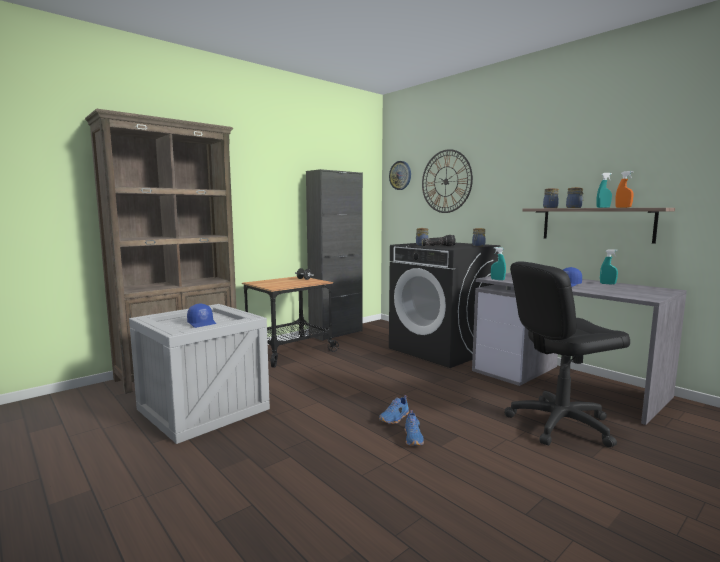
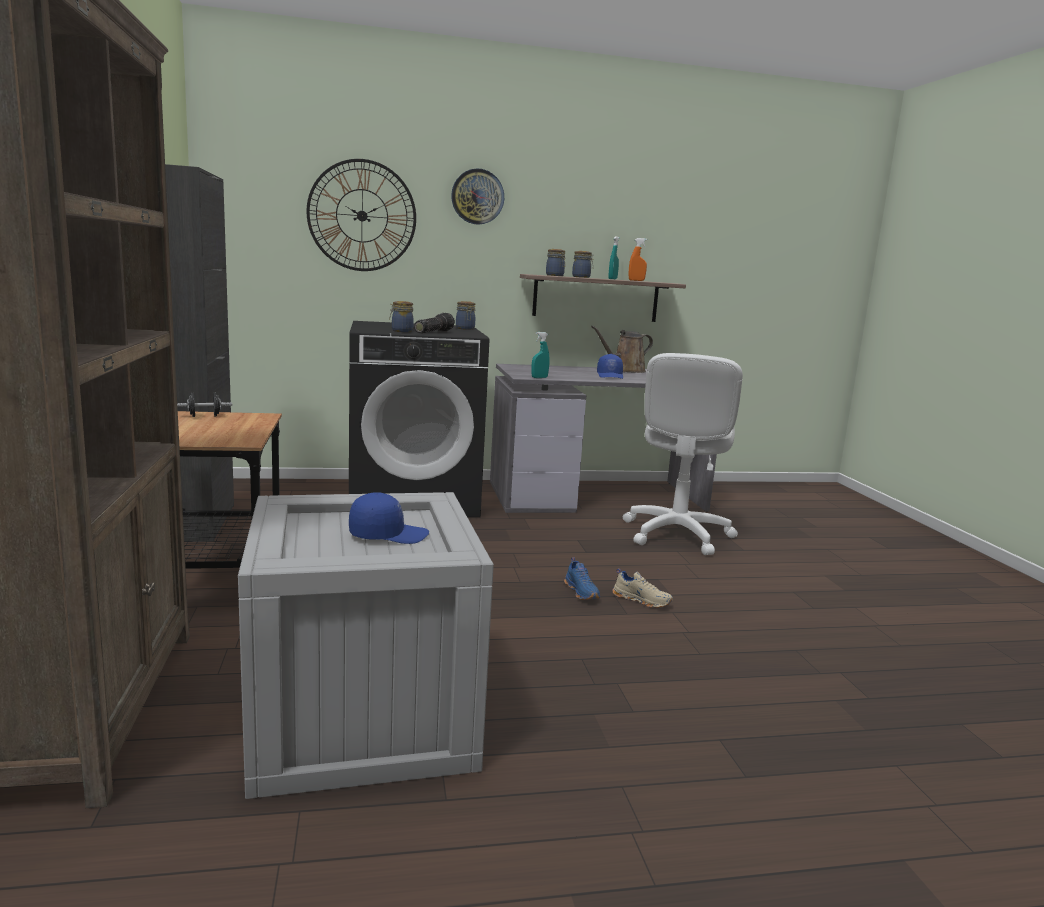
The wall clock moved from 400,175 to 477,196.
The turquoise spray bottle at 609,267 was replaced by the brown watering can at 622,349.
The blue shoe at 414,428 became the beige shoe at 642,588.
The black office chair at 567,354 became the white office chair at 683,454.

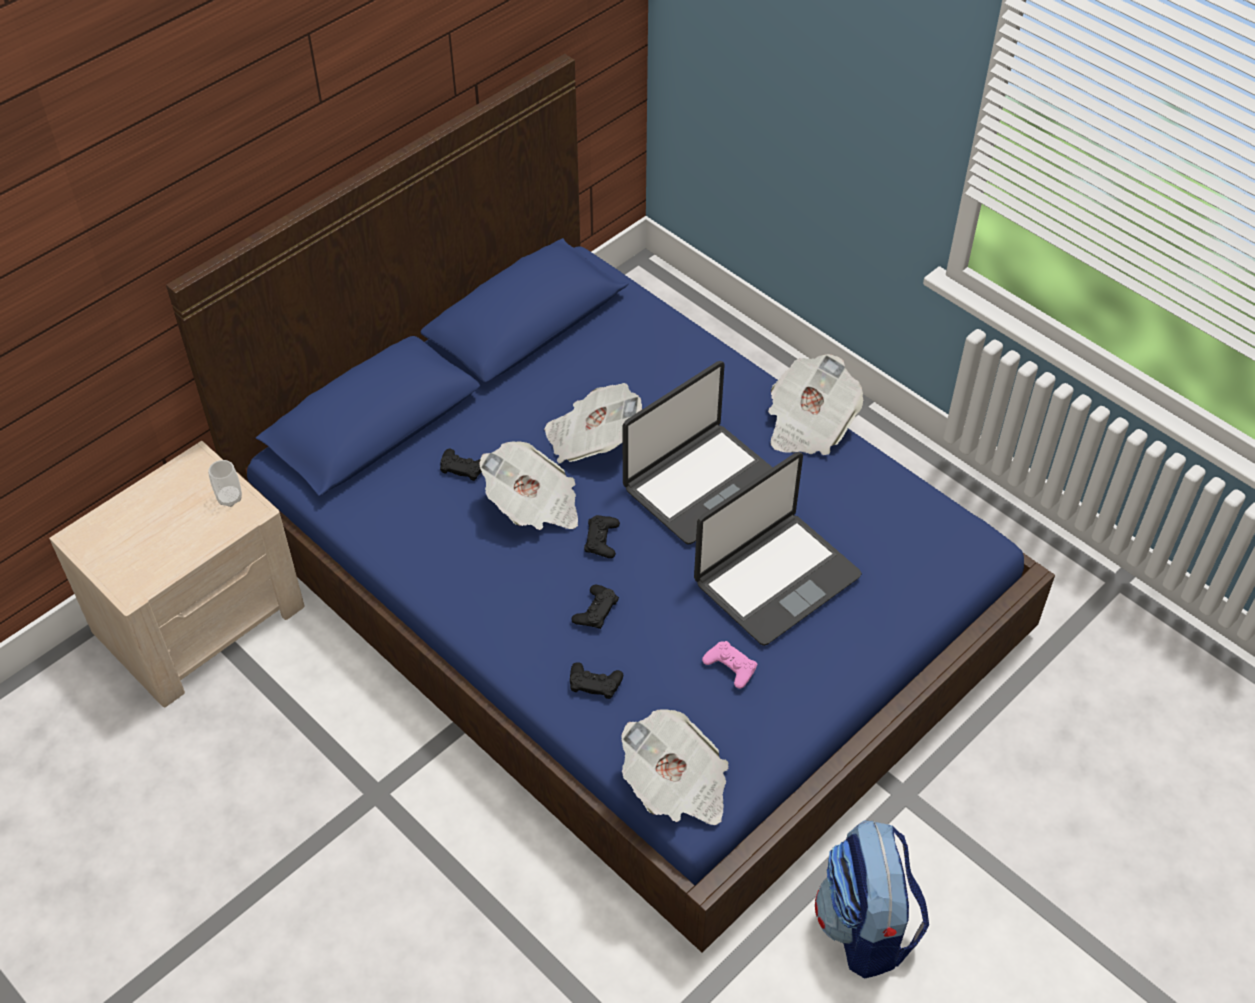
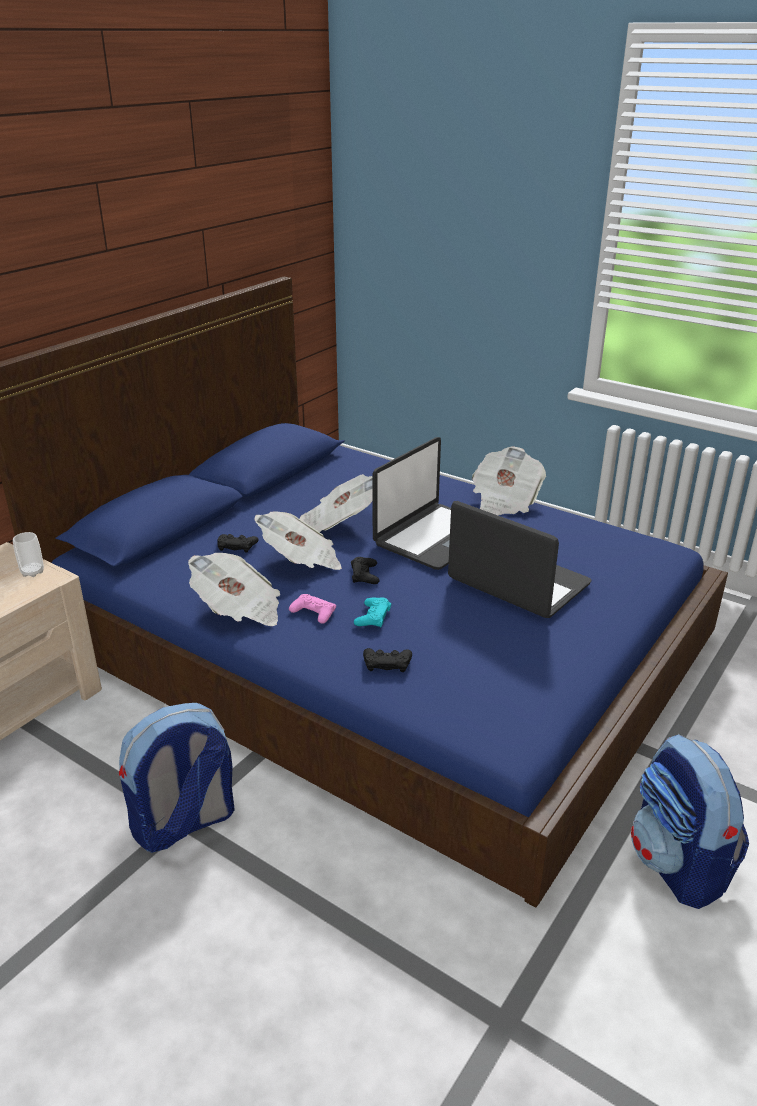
The backpack at 177,778 appeared.
The newspaper moved from 675,767 to 234,589.
The pink game controller moved from 730,665 to 312,609.
The black game controller at 595,607 became the turquoise game controller at 373,612.
The laptop at 778,549 turned 90 degrees counterclockwise.

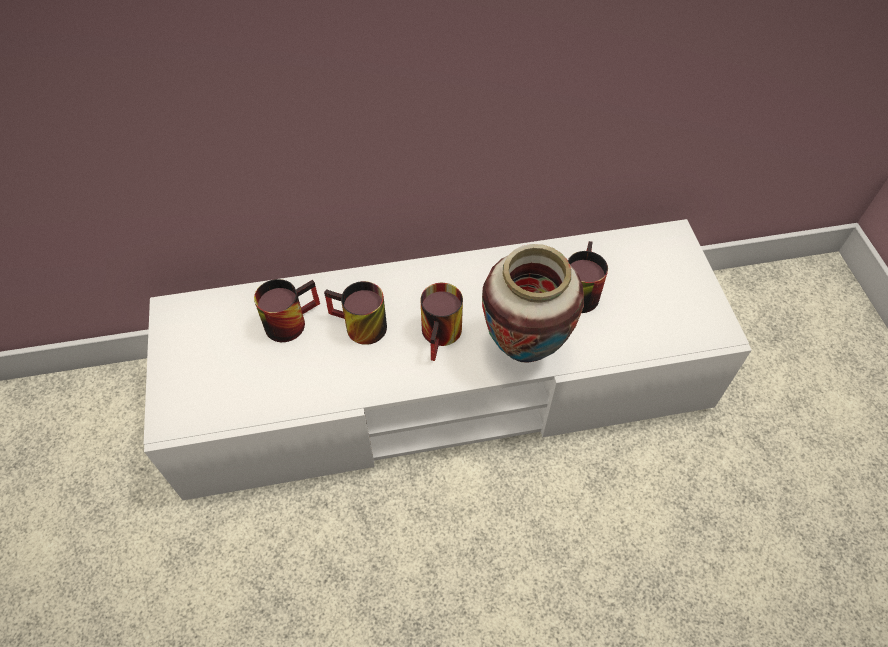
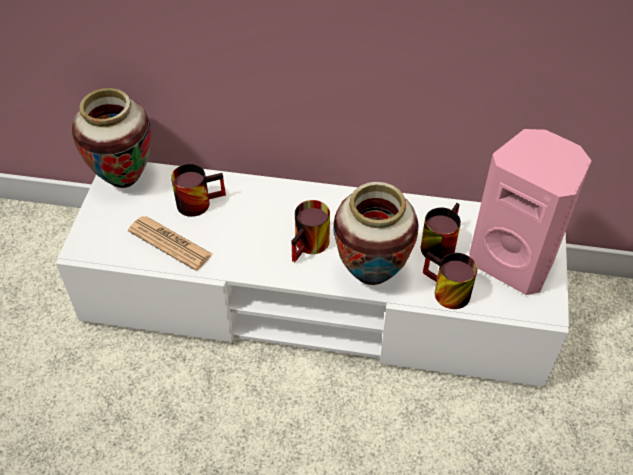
The vase at 111,138 appeared.
The newspaper at 170,243 appeared.
The pink speaker at 530,212 appeared.
The mug moved from 355,313 to 450,280.

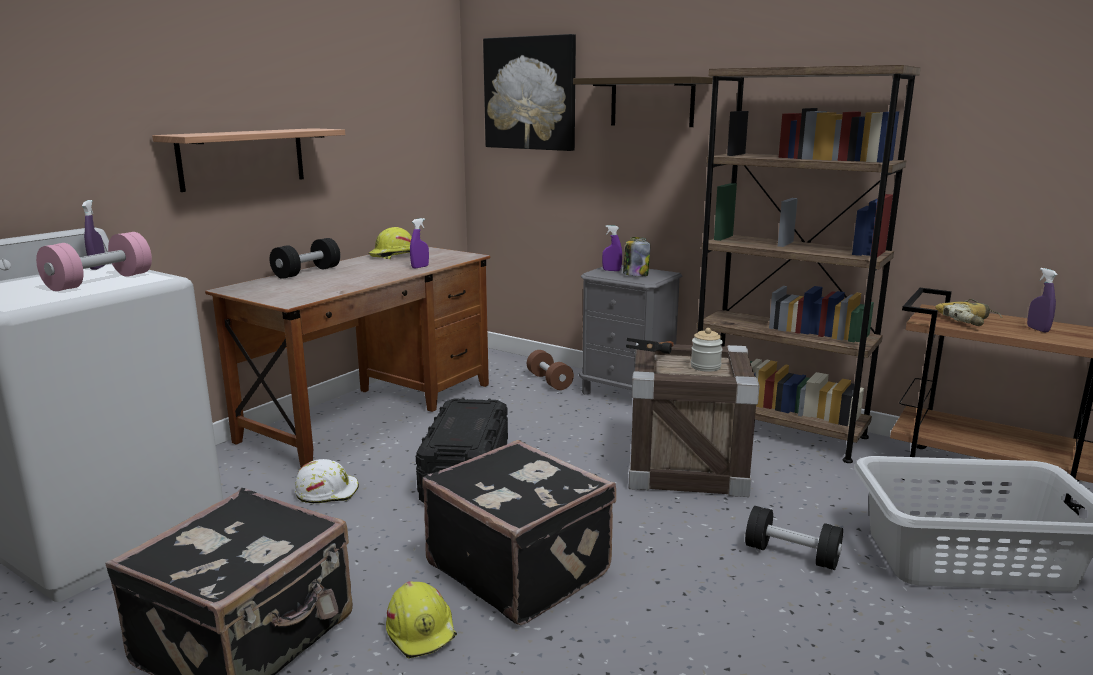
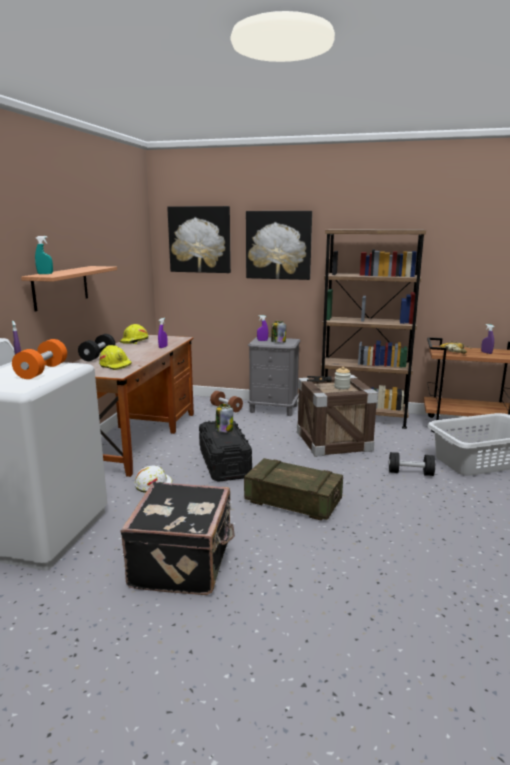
The turquoise spray bottle at 44,255 appeared.
The jar at 224,418 appeared.
The yellow hard hat moved from 421,620 to 115,357.
The black suitcase at 519,532 was replaced by the crate at 293,489.
The shelf at 643,101 was replaced by the picture at 279,245.
The pink dumbbell at 94,261 became the orange dumbbell at 39,359.

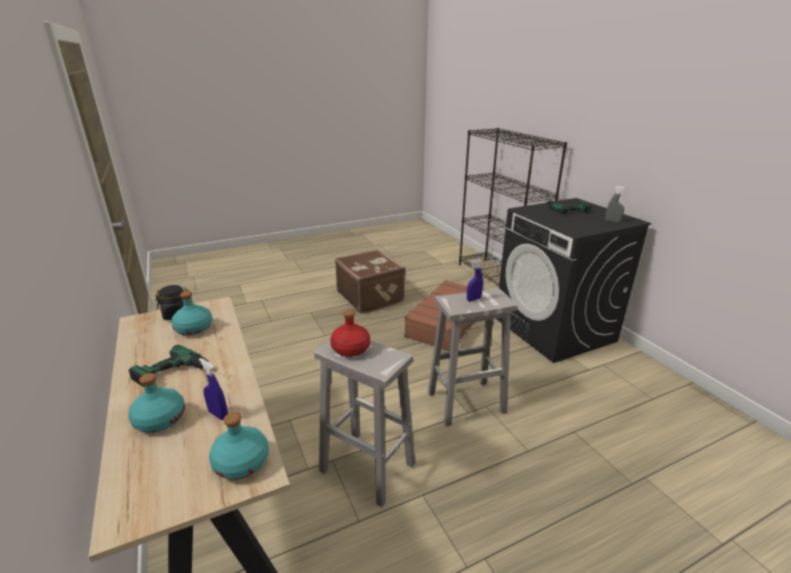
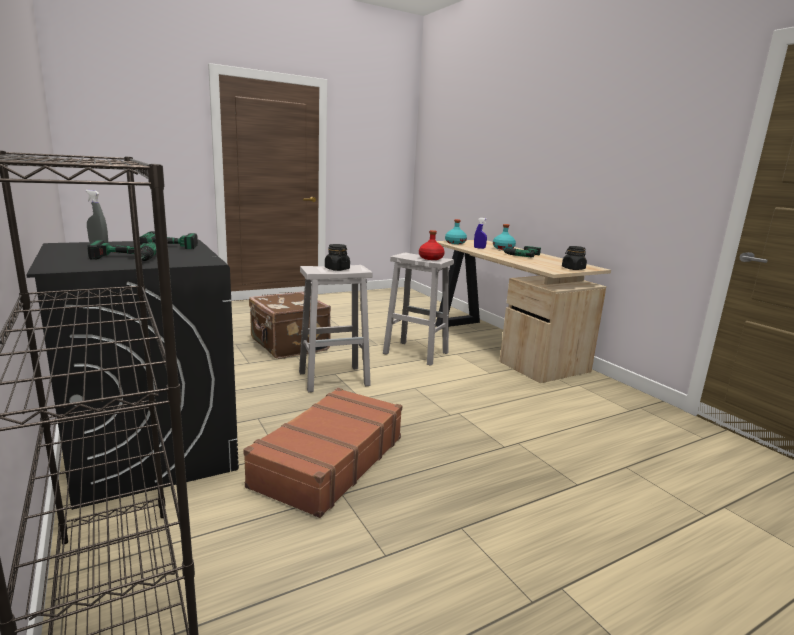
The turquoise bottle at 191,313 disappeared.
The power drill at 169,240 appeared.
The brown suitcase moved from 370,281 to 290,325.
The blue spray bottle at 475,280 was replaced by the black jar at 337,257.

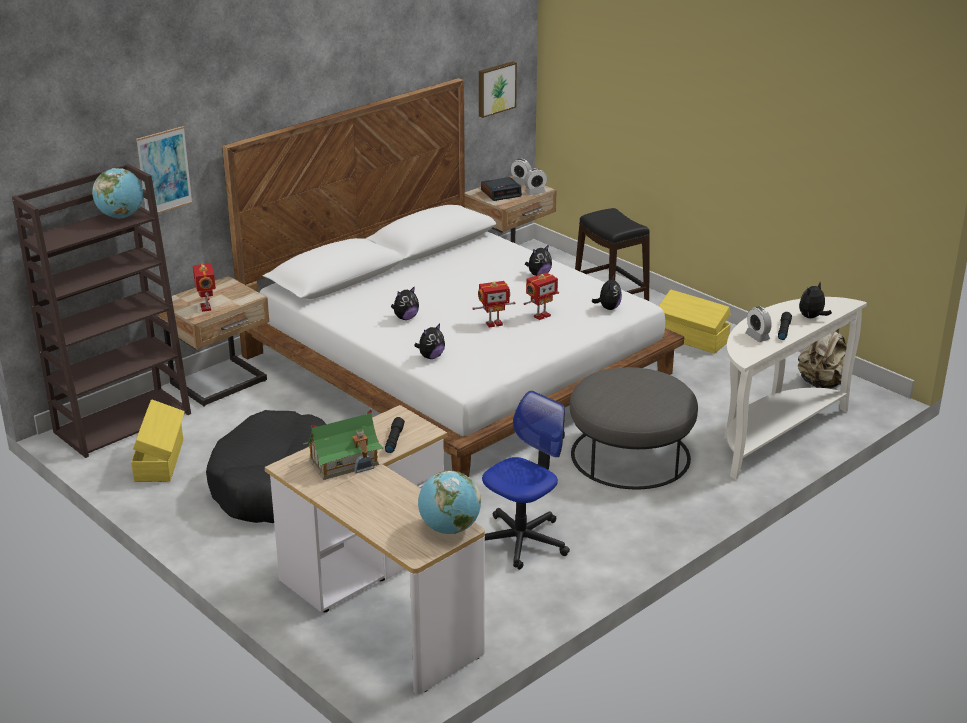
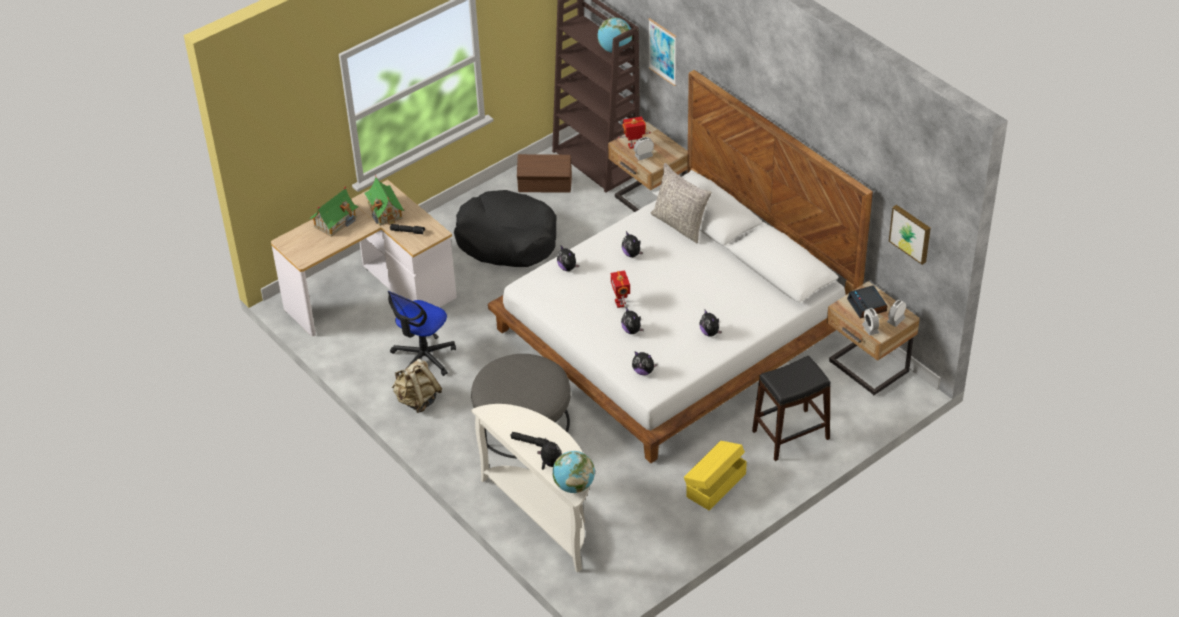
The toy house at 333,212 appeared.
The grey pillow at 681,203 appeared.
The globe moved from 449,502 to 574,472.
The alarm clock moved from 758,324 to 644,149.
The beige backpack moved from 822,359 to 417,386.
The toy robot at 541,296 was replaced by the plush toy at 632,320.
The yellow storage box at 158,440 became the brown storage box at 544,173.
The office chair at 526,480 turned 75 degrees clockwise.

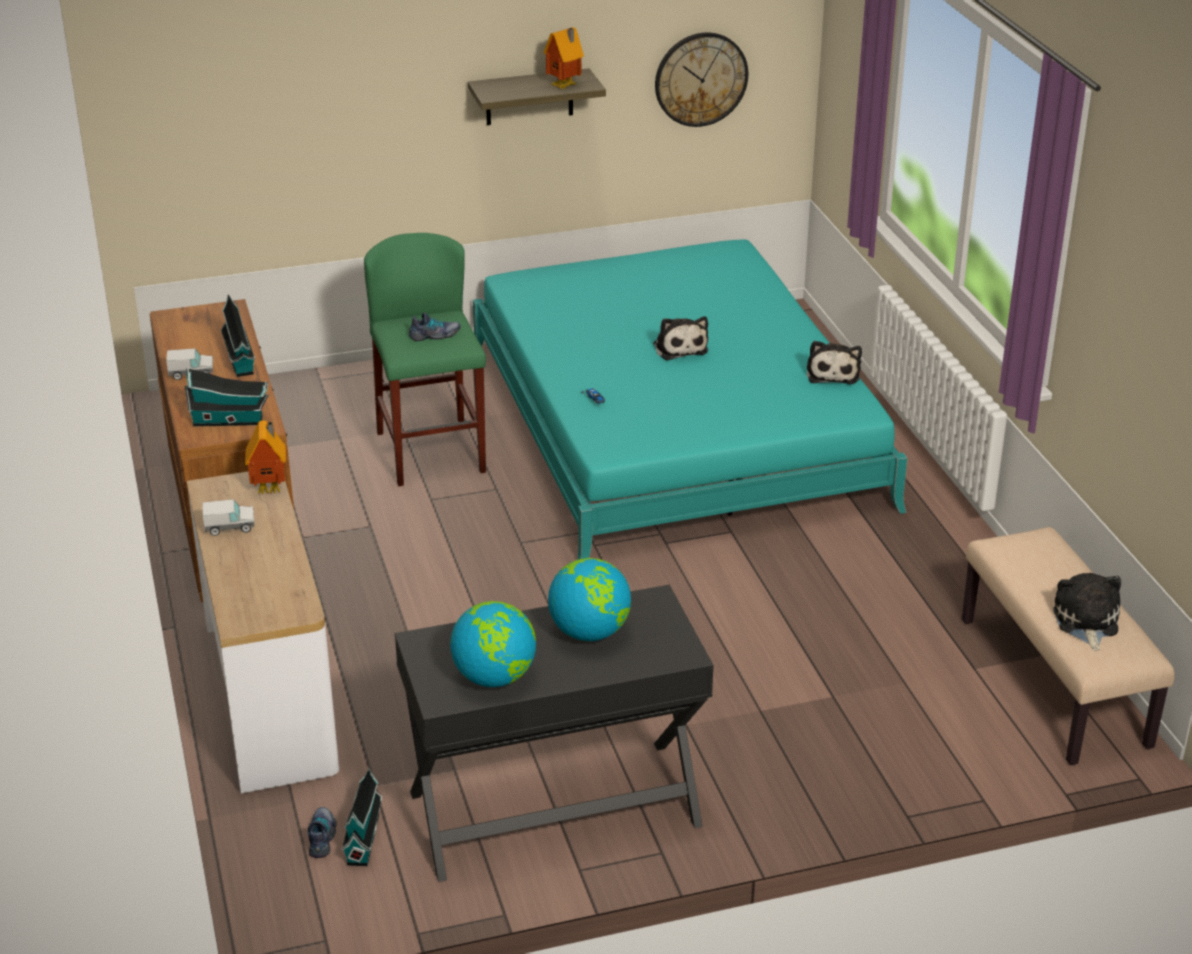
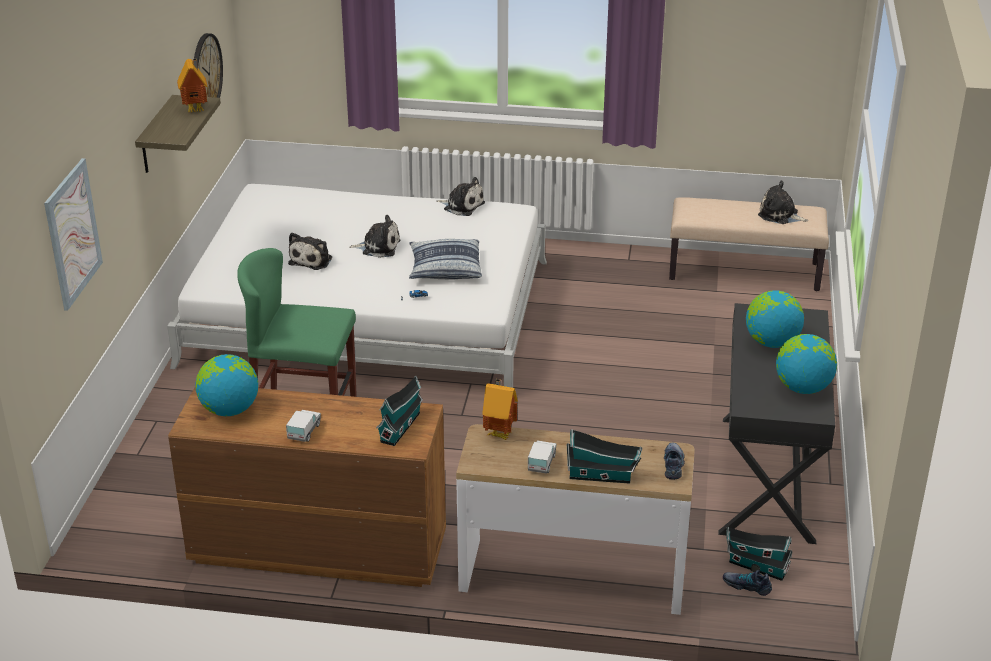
The picture at 73,234 appeared.
The globe at 226,385 appeared.
The plush toy at 310,251 appeared.
The pillow at 445,259 appeared.
The toy house moved from 238,335 to 604,456.
The shoe moved from 435,326 to 674,461.
The turquoise bed at 690,399 became the white bed at 357,286.

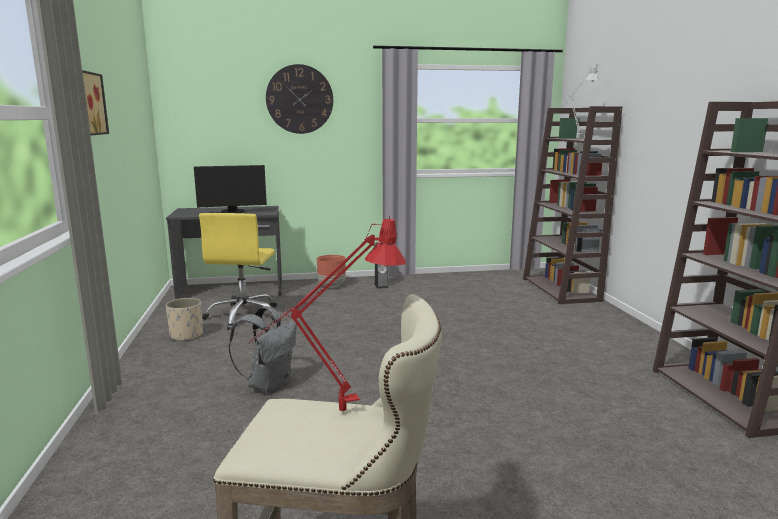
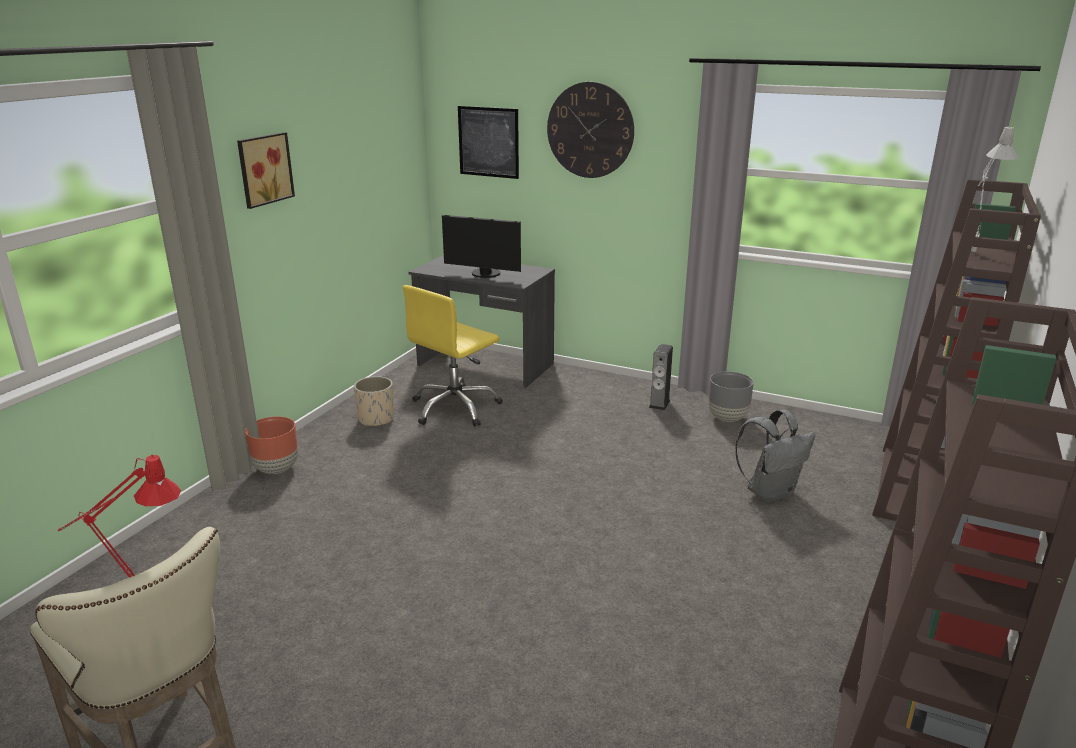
The picture at 488,142 appeared.
The grey planter at 731,396 appeared.
The grey backpack moved from 263,349 to 775,456.
The brown planter moved from 331,271 to 271,445.

